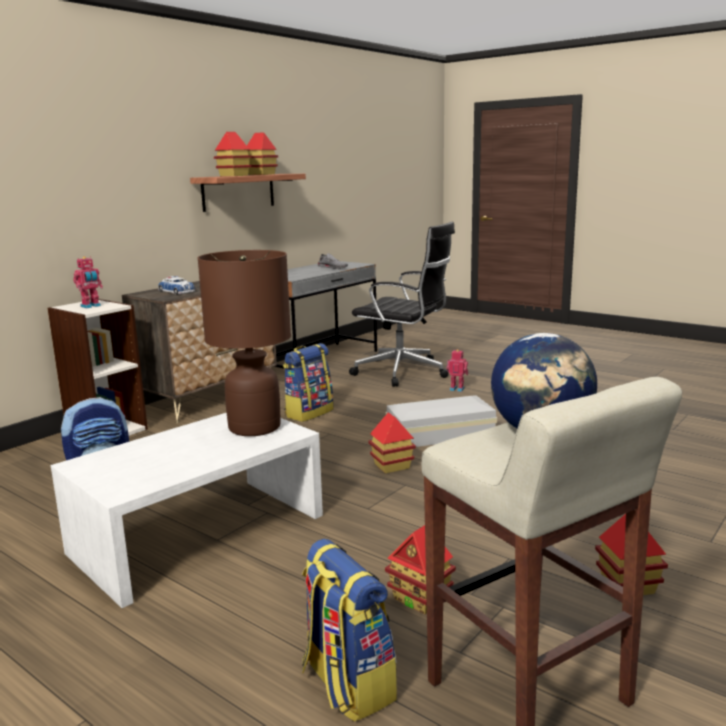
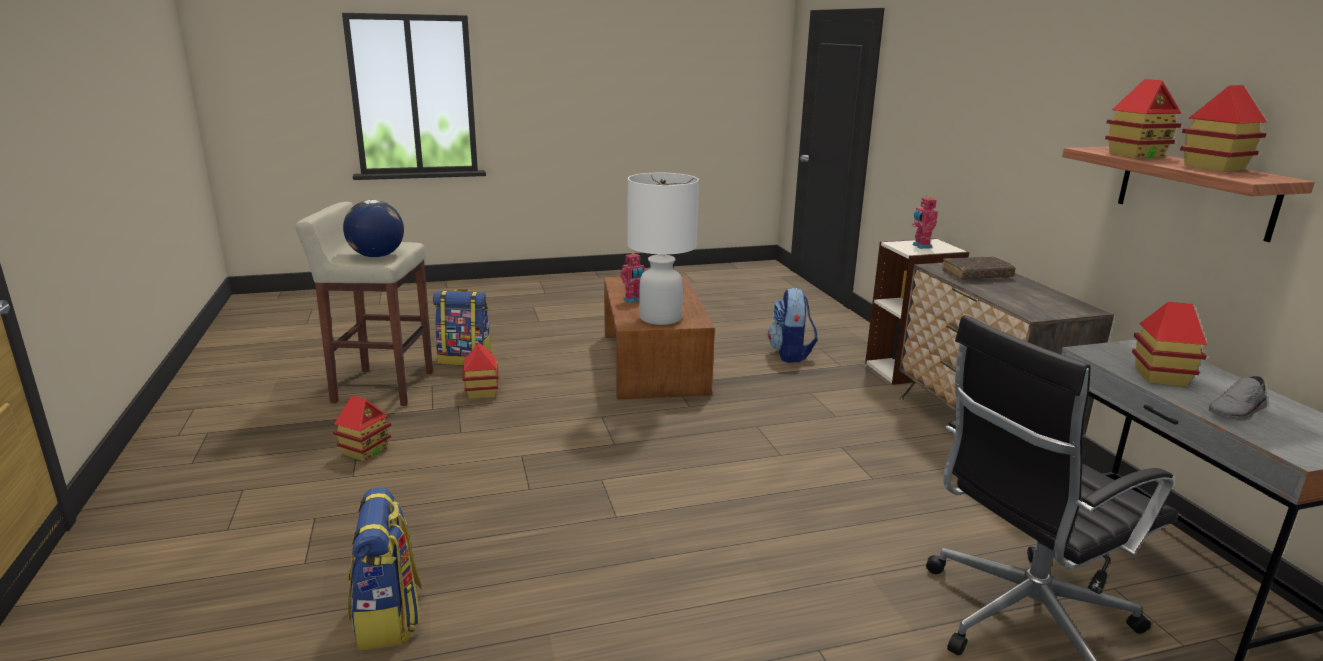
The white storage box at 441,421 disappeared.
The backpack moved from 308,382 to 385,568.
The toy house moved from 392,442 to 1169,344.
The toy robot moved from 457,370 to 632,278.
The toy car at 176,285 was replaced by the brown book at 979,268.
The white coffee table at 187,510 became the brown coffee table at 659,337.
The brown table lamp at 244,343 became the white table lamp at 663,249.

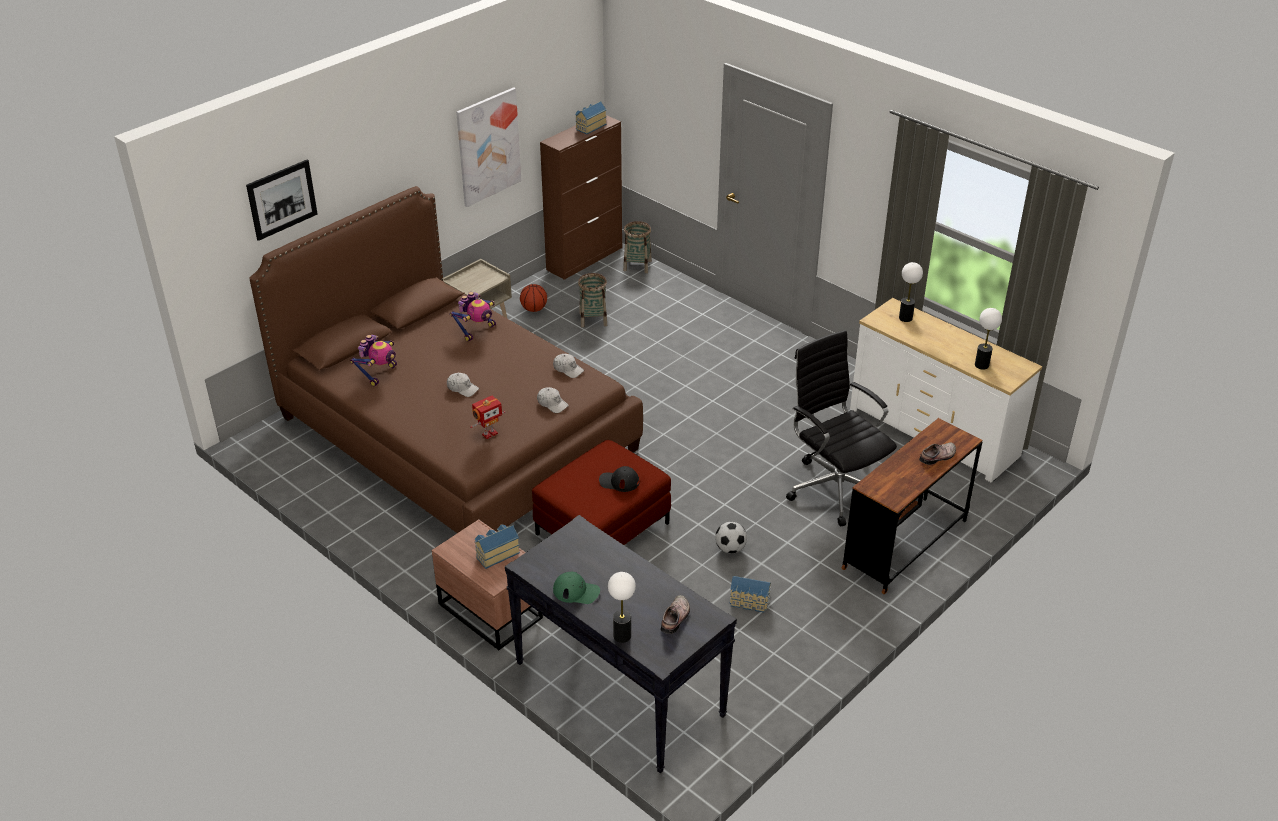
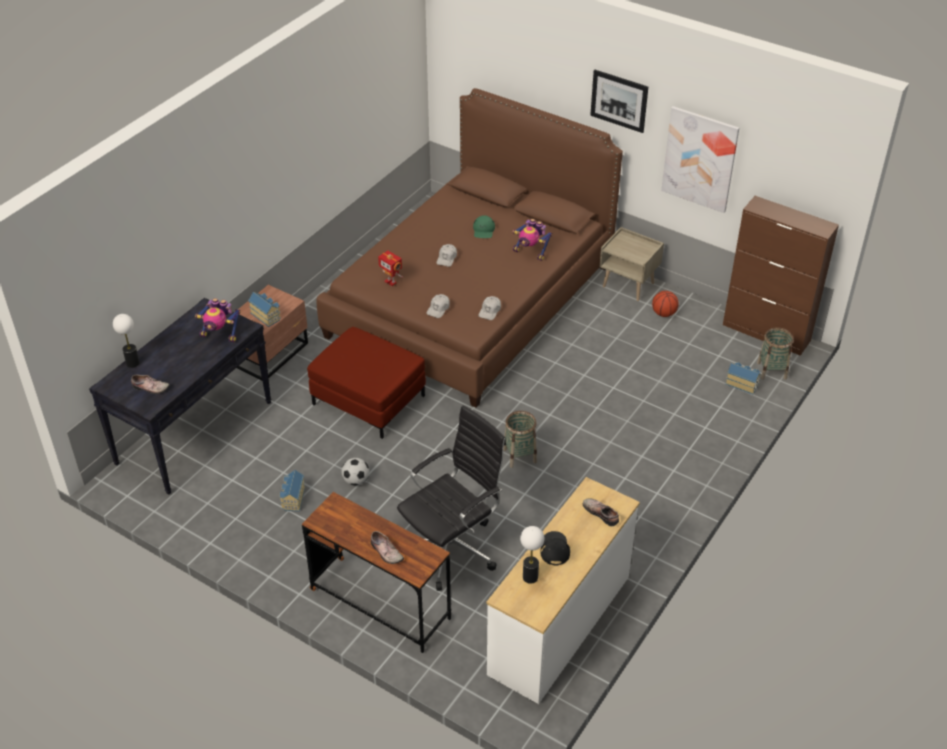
The picture moved from 282,200 to 619,101.
The toy robot moved from 373,360 to 218,320.
The green cap moved from 576,587 to 484,226.
The toy house moved from 591,117 to 743,378.
The basket moved from 592,300 to 520,439.
The black cap moved from 619,479 to 555,548.
The table lamp at 911,292 was replaced by the shoe at 601,512.

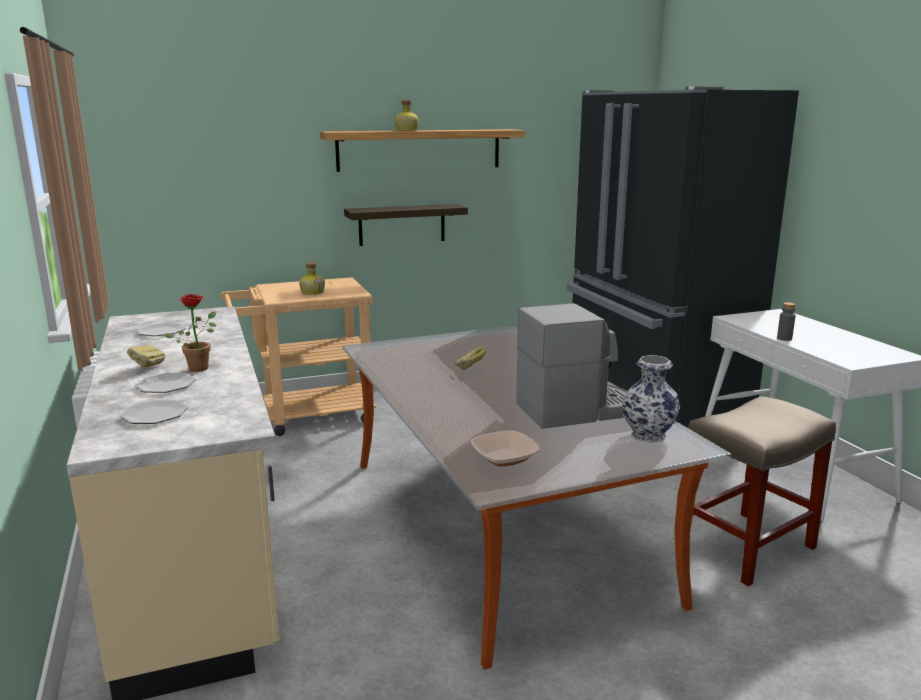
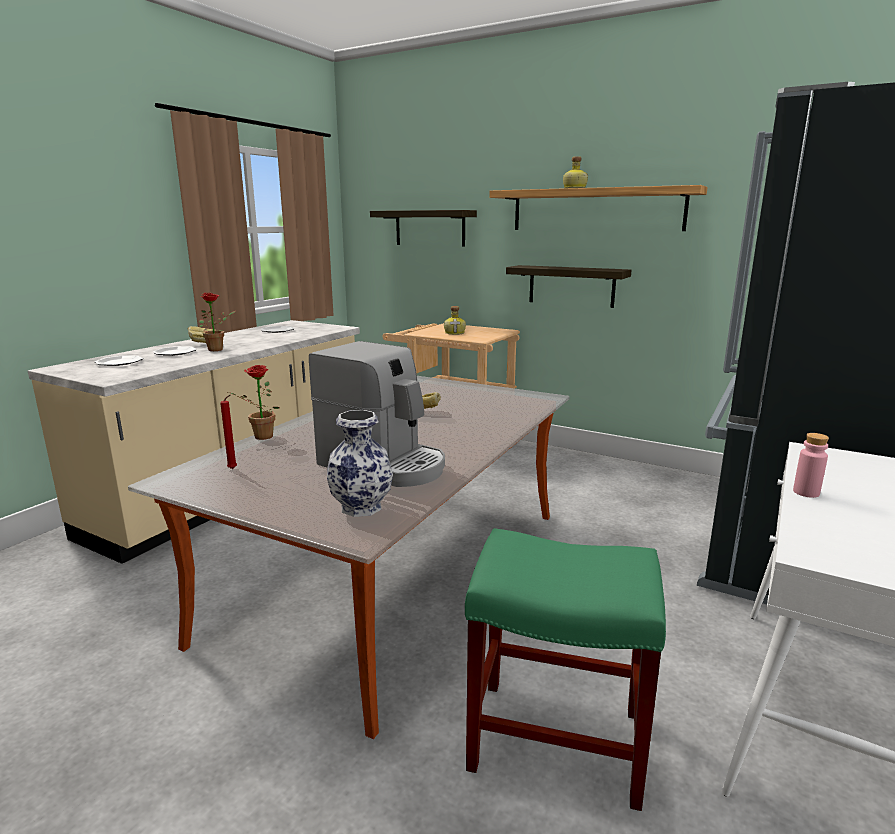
The potted plant at 253,402 appeared.
The shelf at 423,228 appeared.
The bowl at 505,449 was replaced by the red candle at 228,432.
The beige stool at 762,491 became the green stool at 565,669.
The grey bottle at 786,321 became the pink bottle at 811,465.

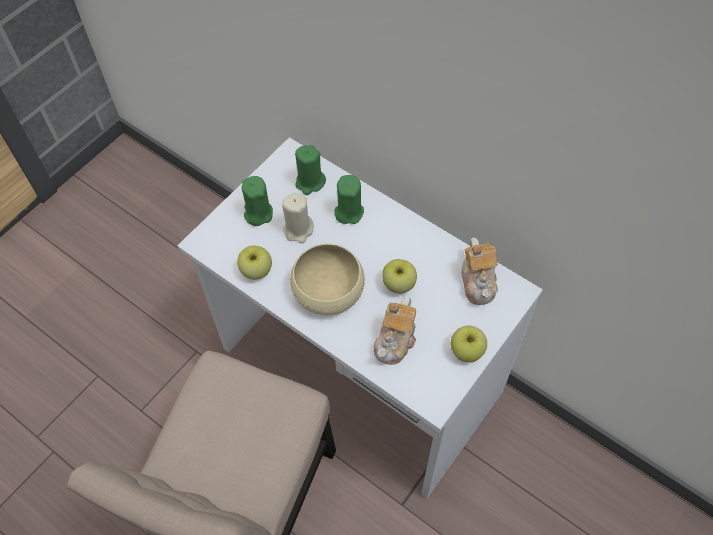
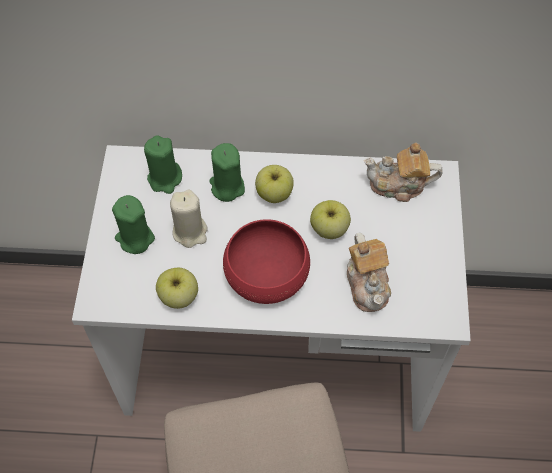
The apple moved from 468,344 to 274,184.
The beige bowl at 327,279 became the red bowl at 266,261.
The teapot at 479,271 turned 135 degrees clockwise.

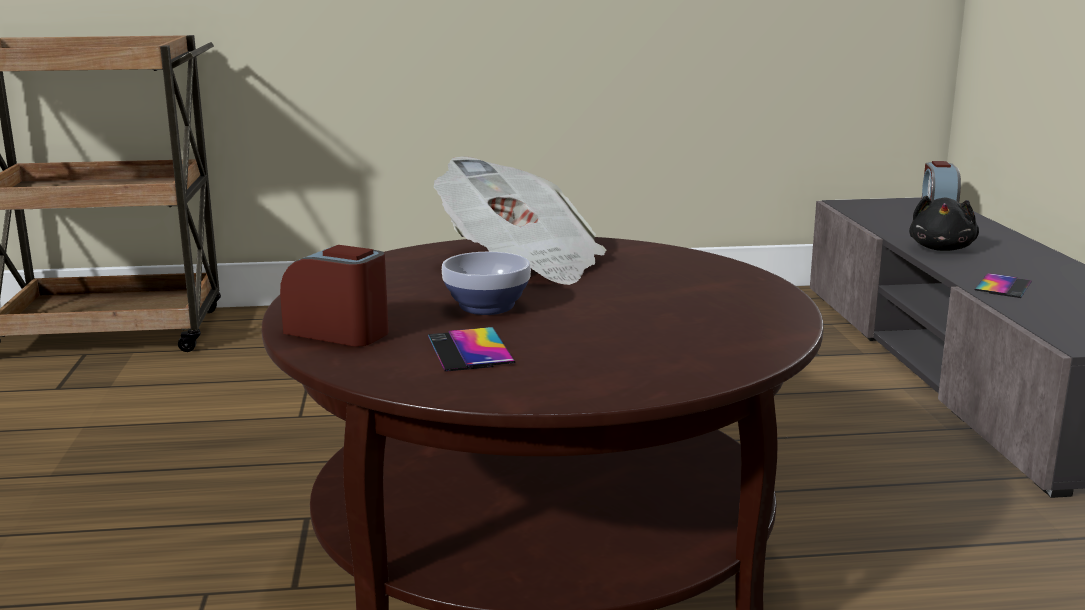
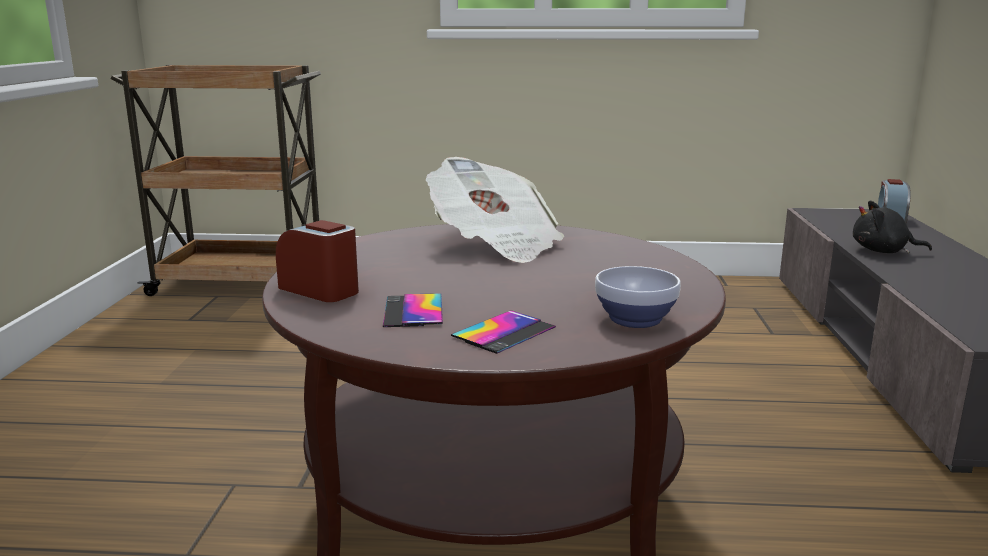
The bowl moved from 486,283 to 638,297.
The phone moved from 1003,285 to 503,332.
The black plush toy at 944,223 turned 75 degrees clockwise.

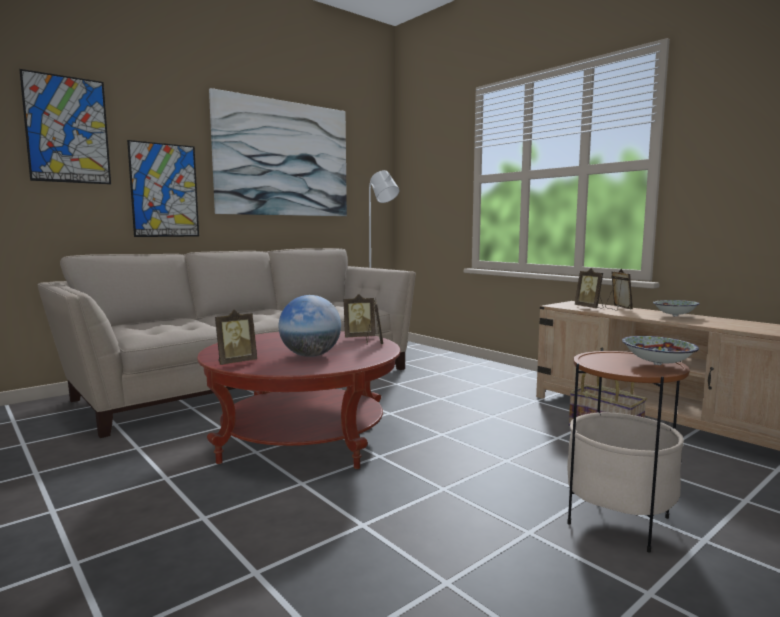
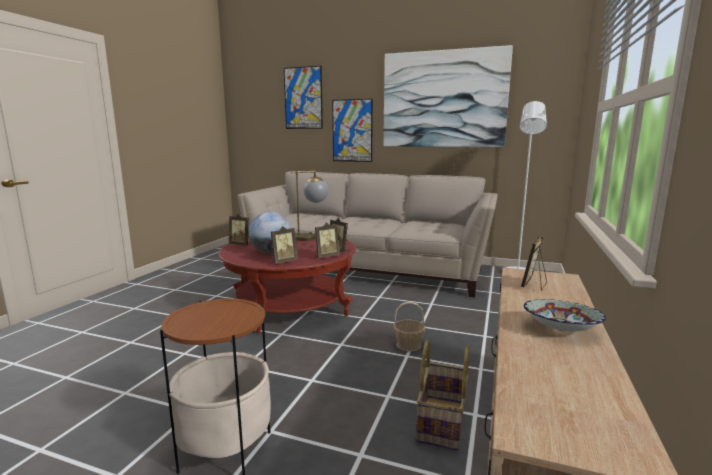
The bowl at 660,350 disappeared.
The table lamp at 309,205 appeared.
The basket at 409,326 appeared.
The picture frame moved from 619,290 to 284,245.

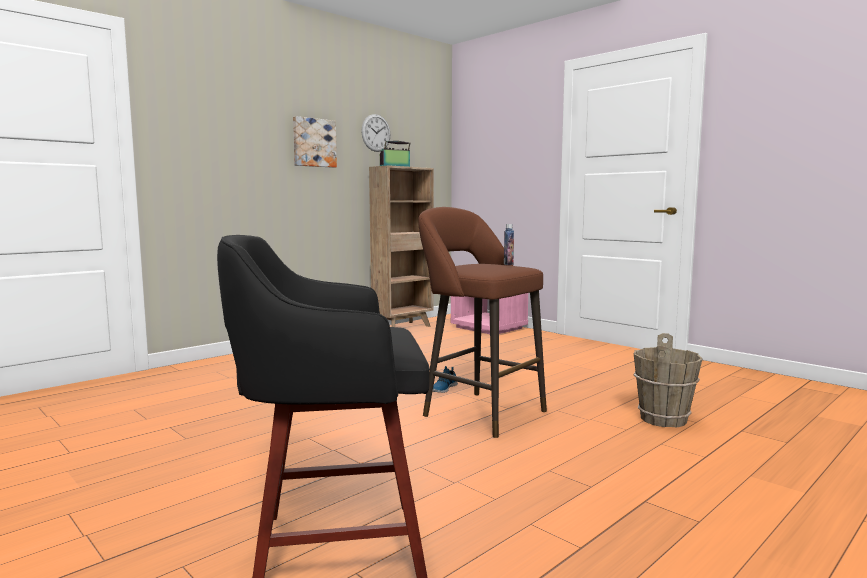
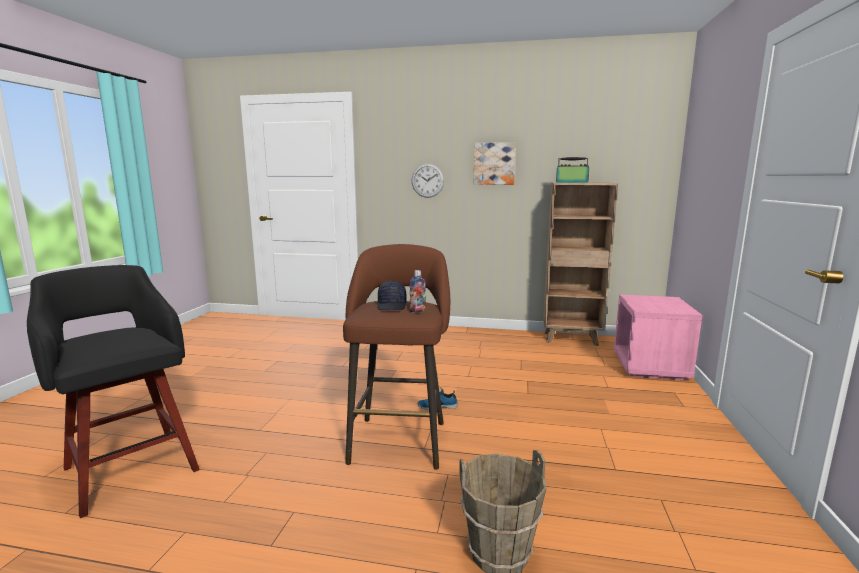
The black cap at 391,295 appeared.
The wall clock moved from 376,133 to 428,181.

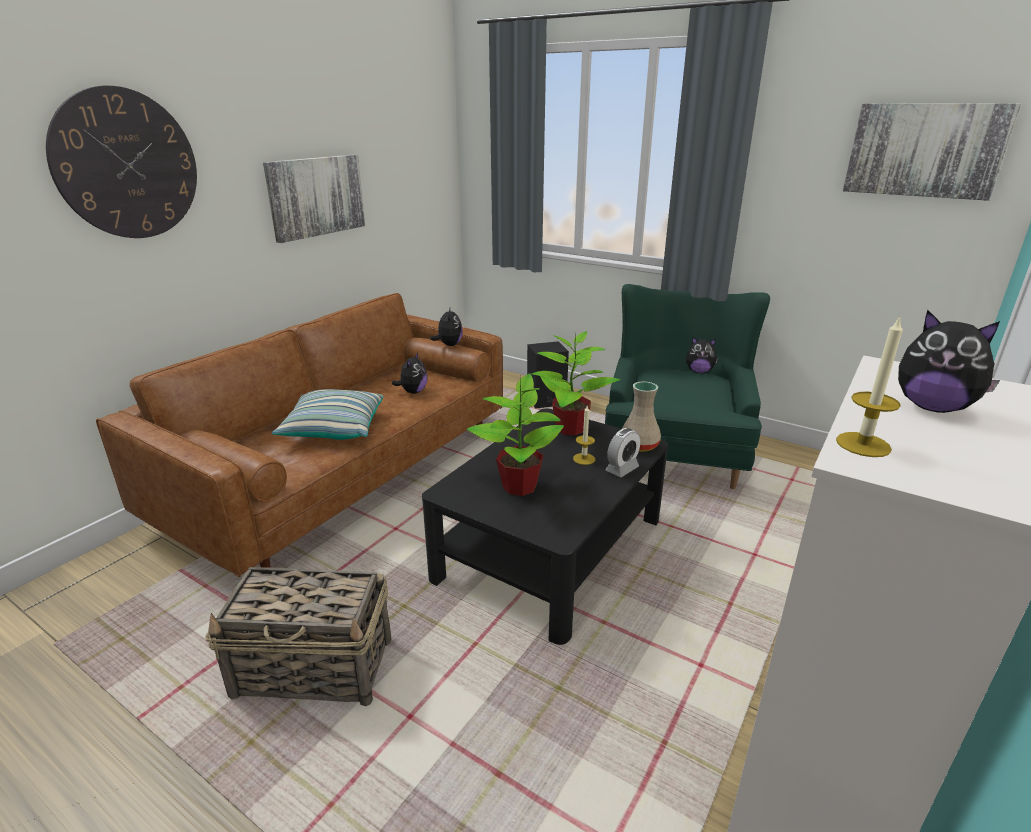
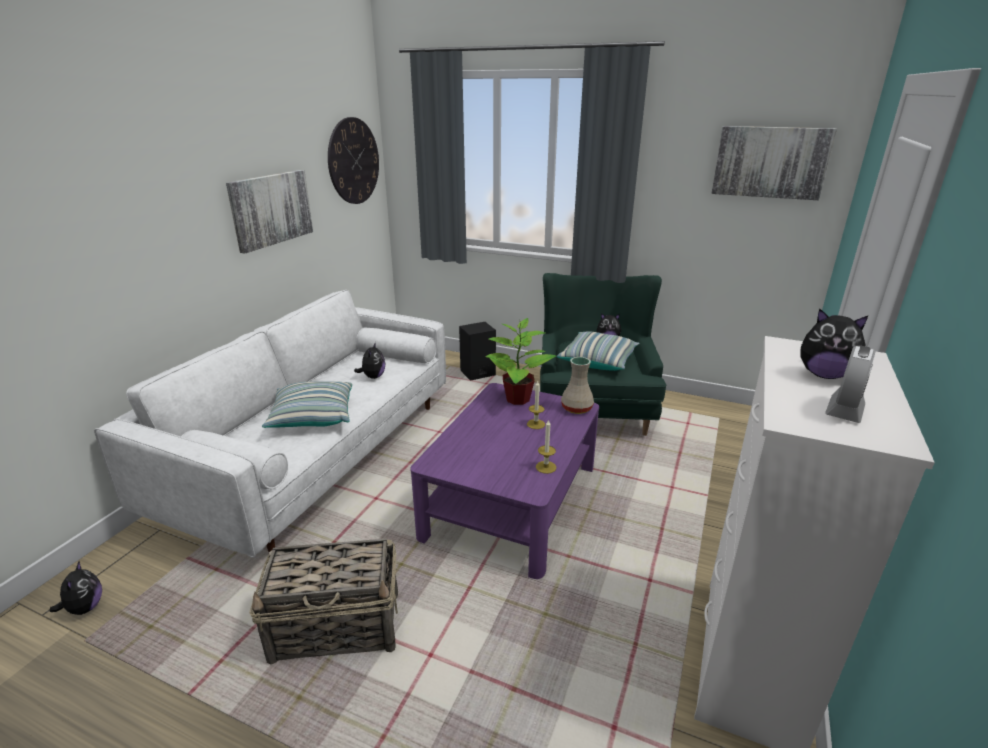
The potted plant at 515,435 disappeared.
The pillow at 598,351 appeared.
The wall clock moved from 121,162 to 353,160.
The plush toy moved from 446,326 to 76,588.
The alarm clock moved from 622,452 to 850,384.
The candle moved from 869,386 to 546,446.
The brown sofa at 299,435 became the white sofa at 270,424.
The black coffee table at 545,526 became the purple coffee table at 504,481.

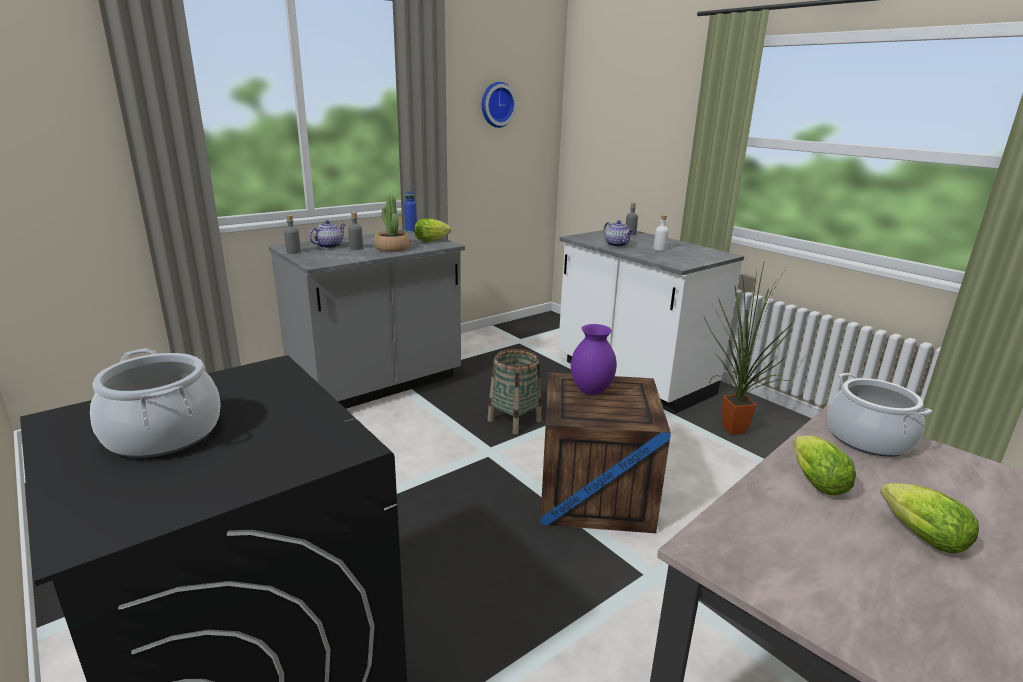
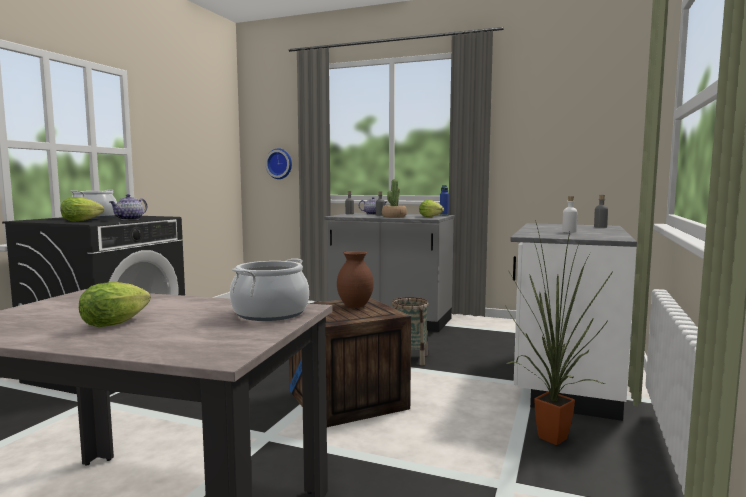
The wall clock moved from 499,105 to 278,163.
The teapot moved from 618,233 to 128,207.
The lettuce moved from 824,465 to 82,209.
The purple vase at 594,359 became the brown vase at 355,279.

